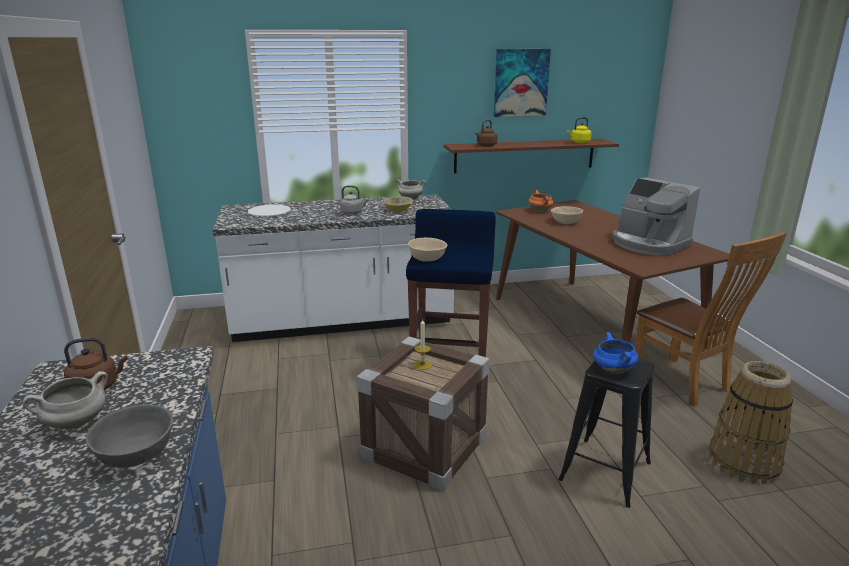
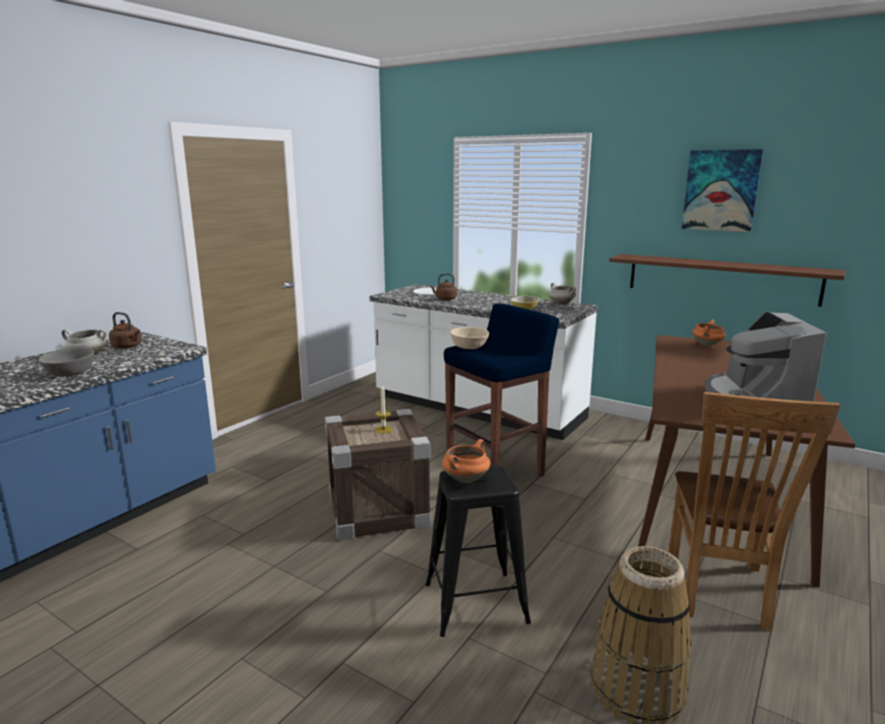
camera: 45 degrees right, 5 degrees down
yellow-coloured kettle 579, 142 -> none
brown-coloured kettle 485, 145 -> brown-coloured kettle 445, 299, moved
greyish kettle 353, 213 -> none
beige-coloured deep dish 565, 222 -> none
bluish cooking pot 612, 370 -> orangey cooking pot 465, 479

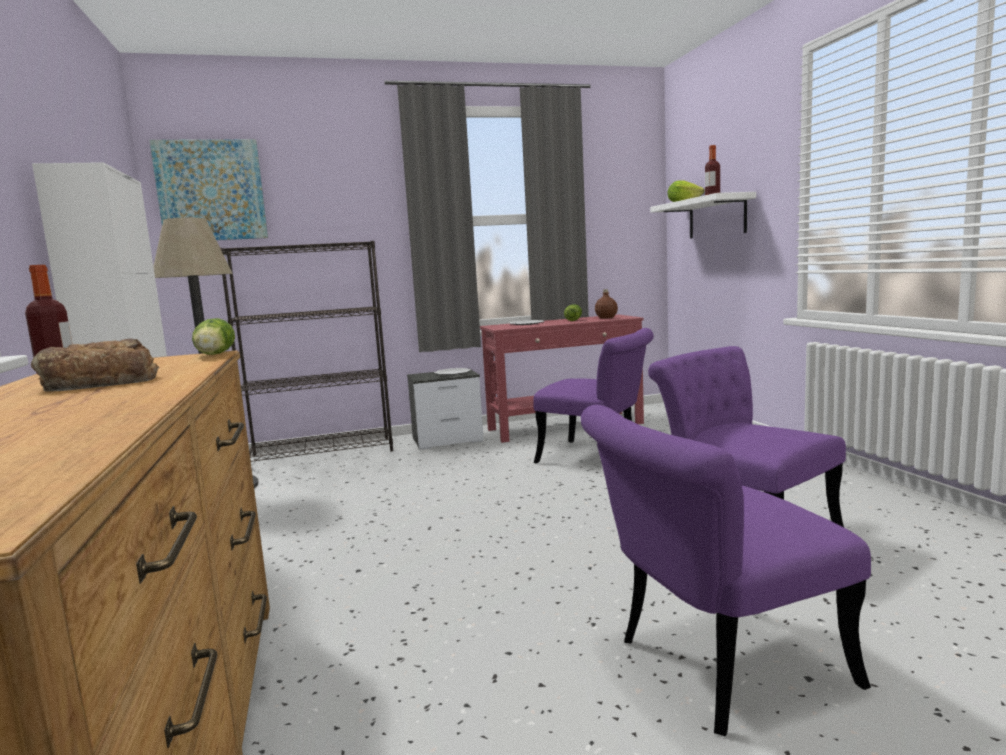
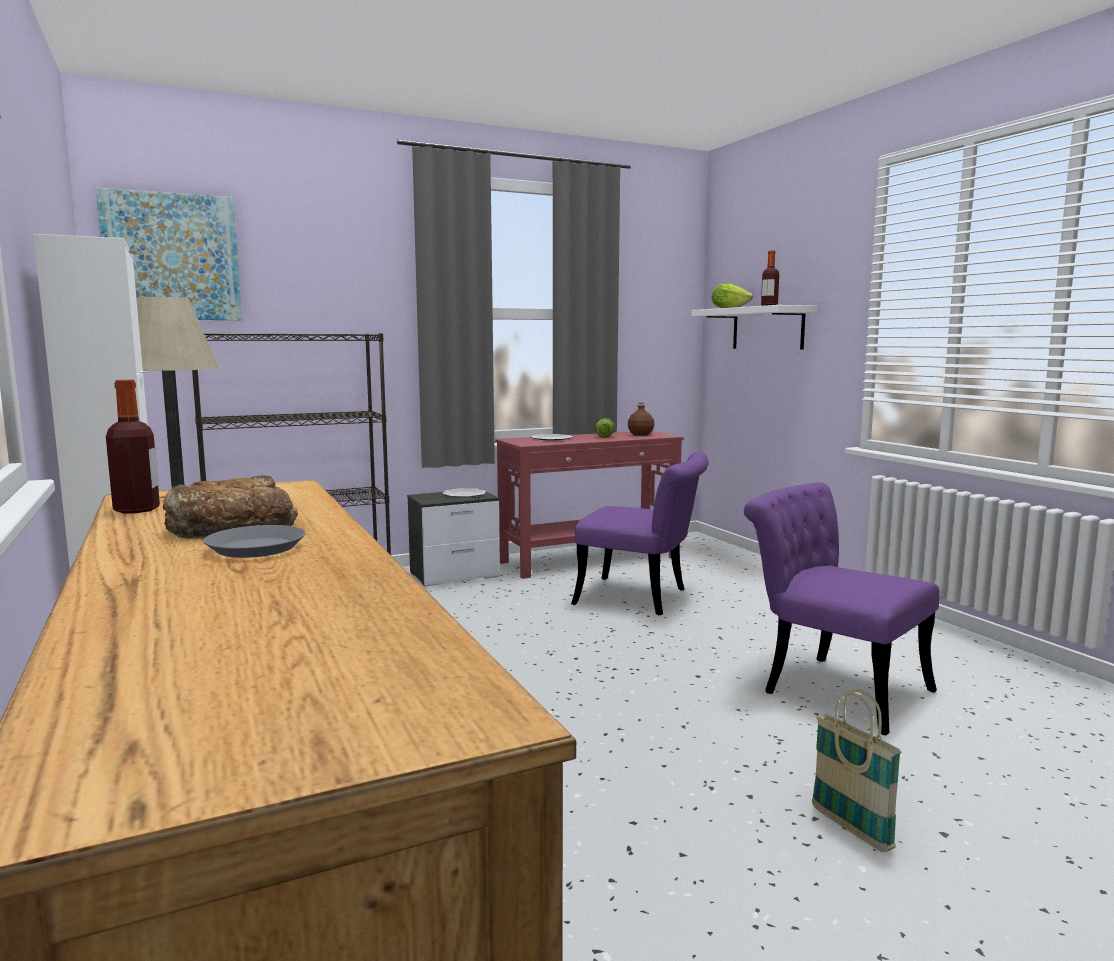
camera: 10 degrees left, 0 degrees up
lettuce head 214, 355 -> none
purple upright chair 714, 668 -> storage basket 851, 828
none -> greyish flat dish 255, 548

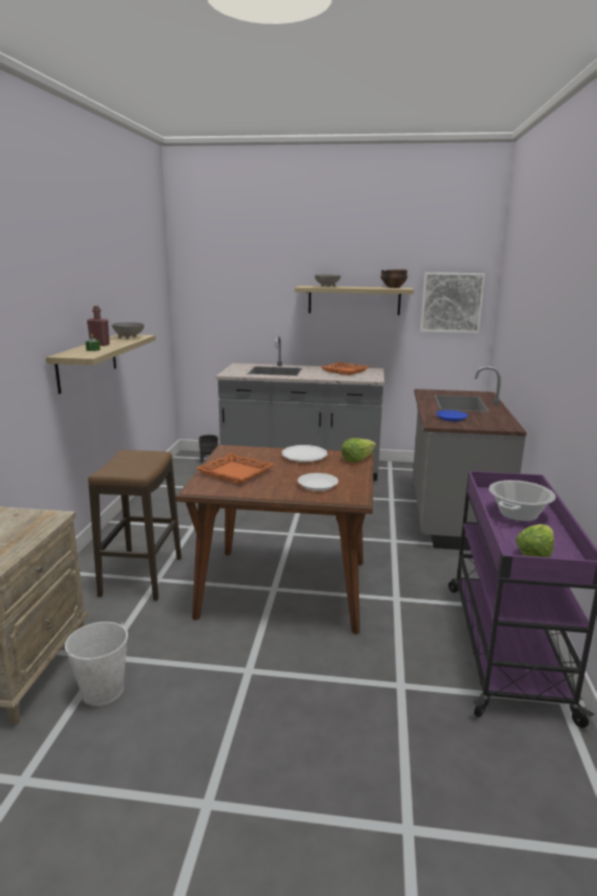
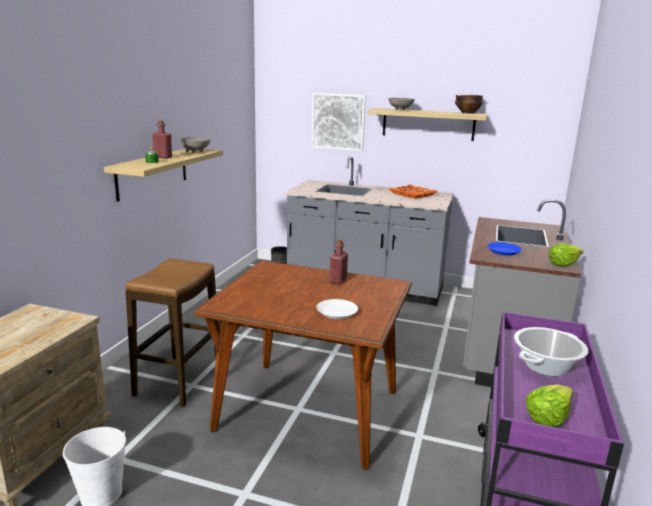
camera: 10 degrees right, 0 degrees up
wall picture 451, 302 -> wall picture 338, 121, moved
lettuce head 357, 459 -> lettuce head 563, 264, moved
white-coloured flat dish 304, 457 -> red-coloured beverage bottle 338, 280
orangey serving tray 235, 473 -> none

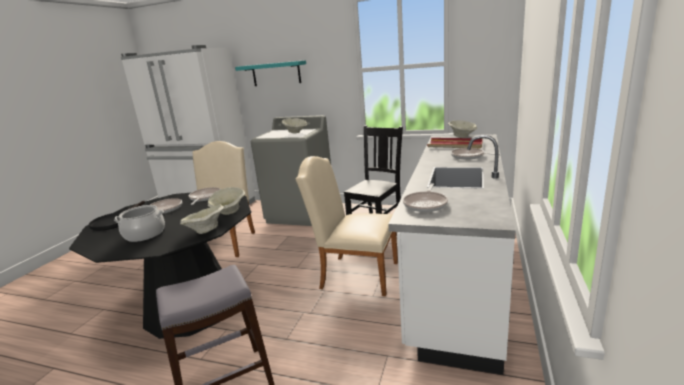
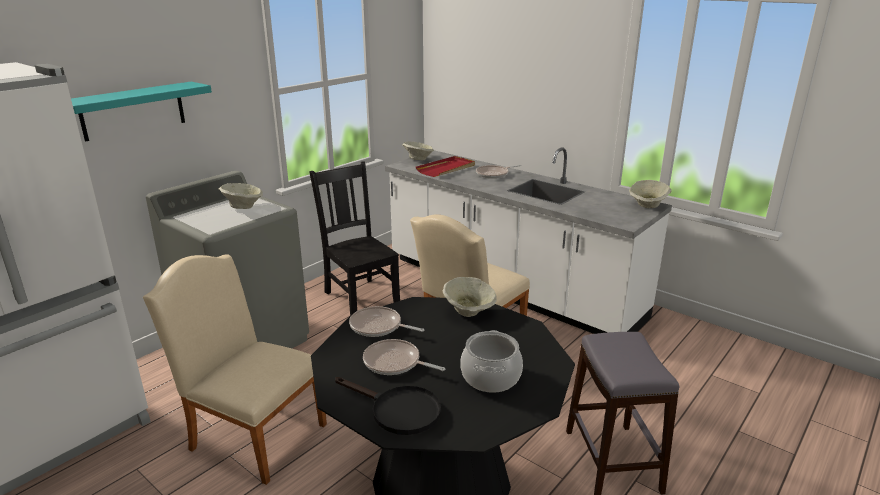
camera: 70 degrees left, 5 degrees up
pan 426, 204 -> none
beige-coloured deep dish 205, 230 -> beige-coloured deep dish 647, 206, moved

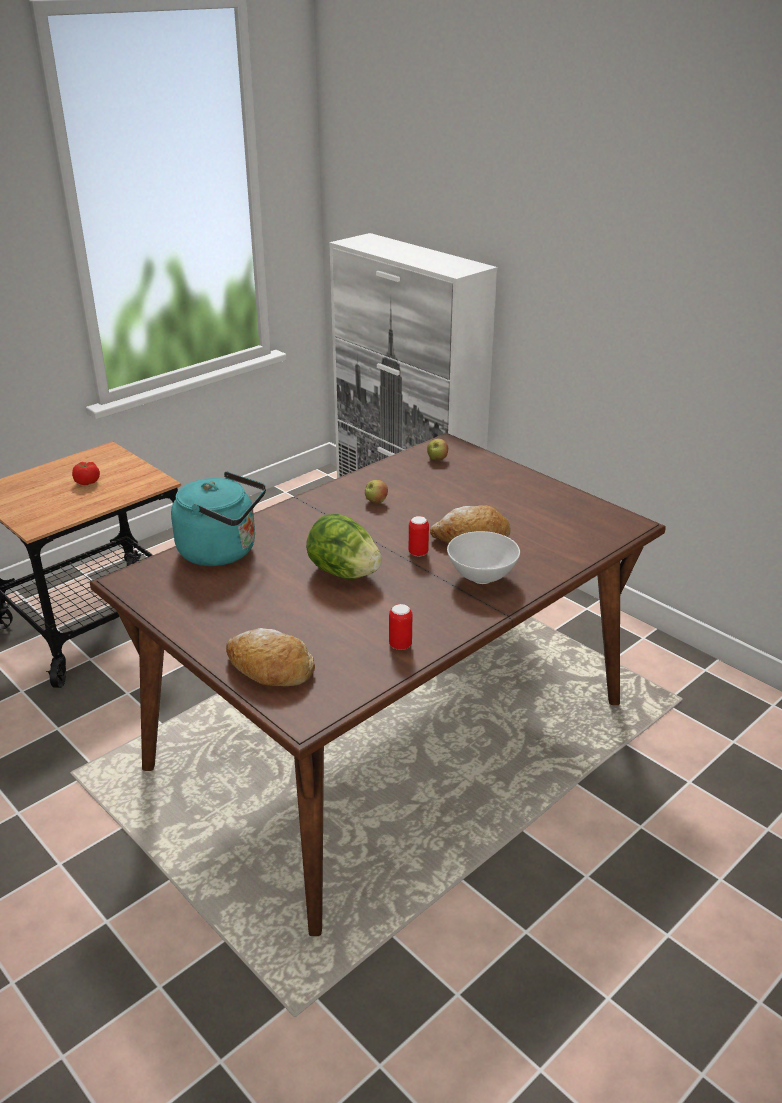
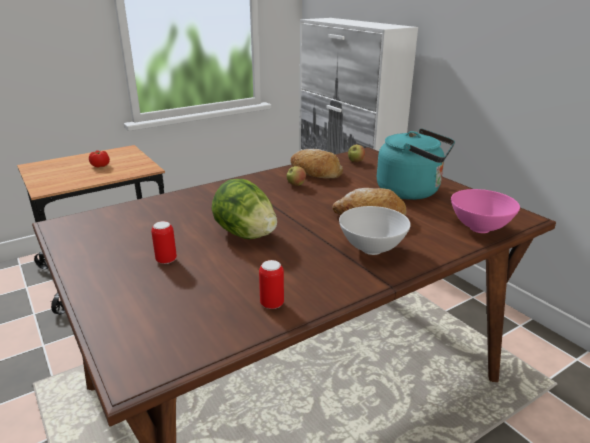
camera: 10 degrees right, 5 degrees down
turquoise kettle 223, 551 -> turquoise kettle 412, 191, moved
metal can 418, 553 -> metal can 166, 260, moved
bread 269, 669 -> bread 315, 173, moved
none -> pink deep dish 478, 228

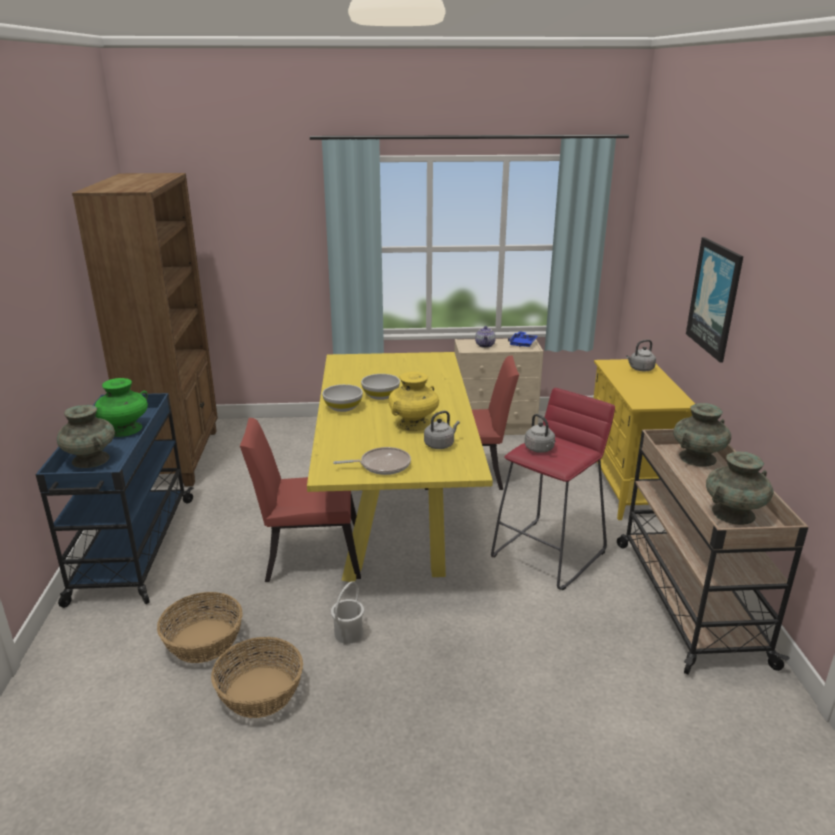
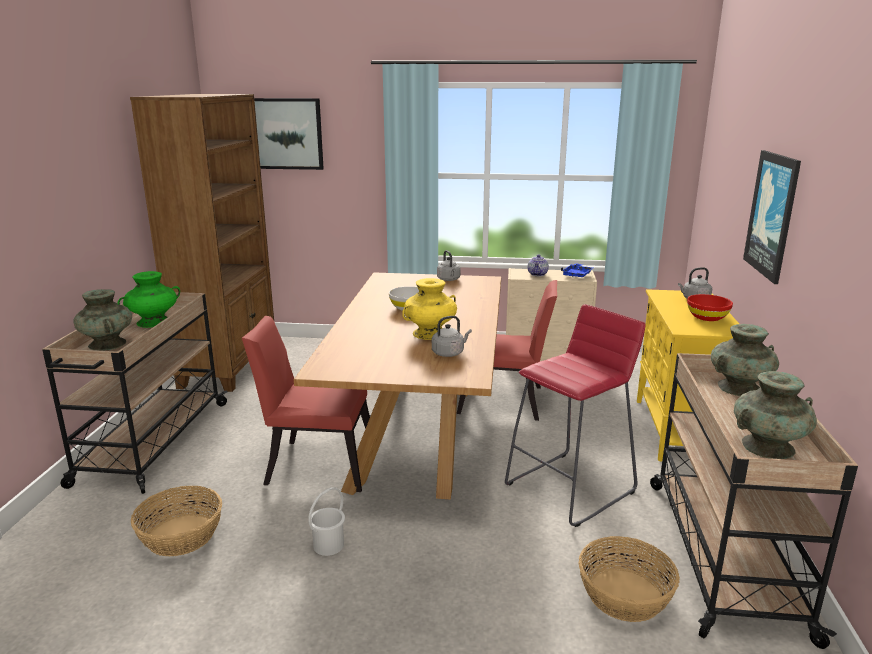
camera: 10 degrees right, 5 degrees down
yellow-coloured kitchen table 394, 512 -> brown-coloured kitchen table 418, 432
white-coloured deep dish 343, 407 -> none
bluish cart 133, 550 -> beige-coloured cart 152, 443
greyish kettle 540, 449 -> greyish kettle 449, 279, moved
pan 382, 465 -> none
storage basket 261, 691 -> storage basket 625, 595, moved
none -> wall picture 288, 134
none -> red-coloured deep dish 707, 317

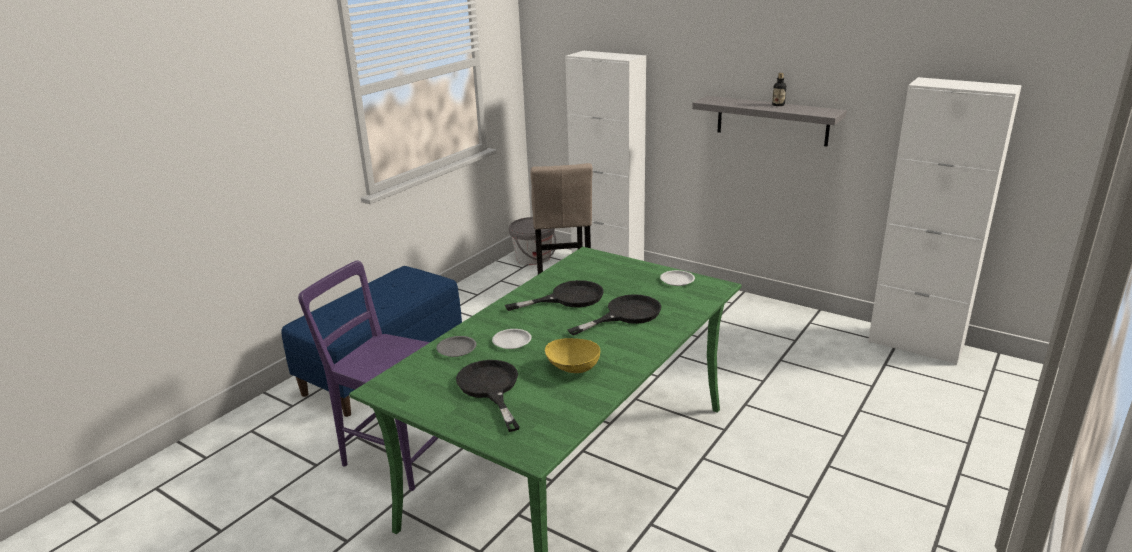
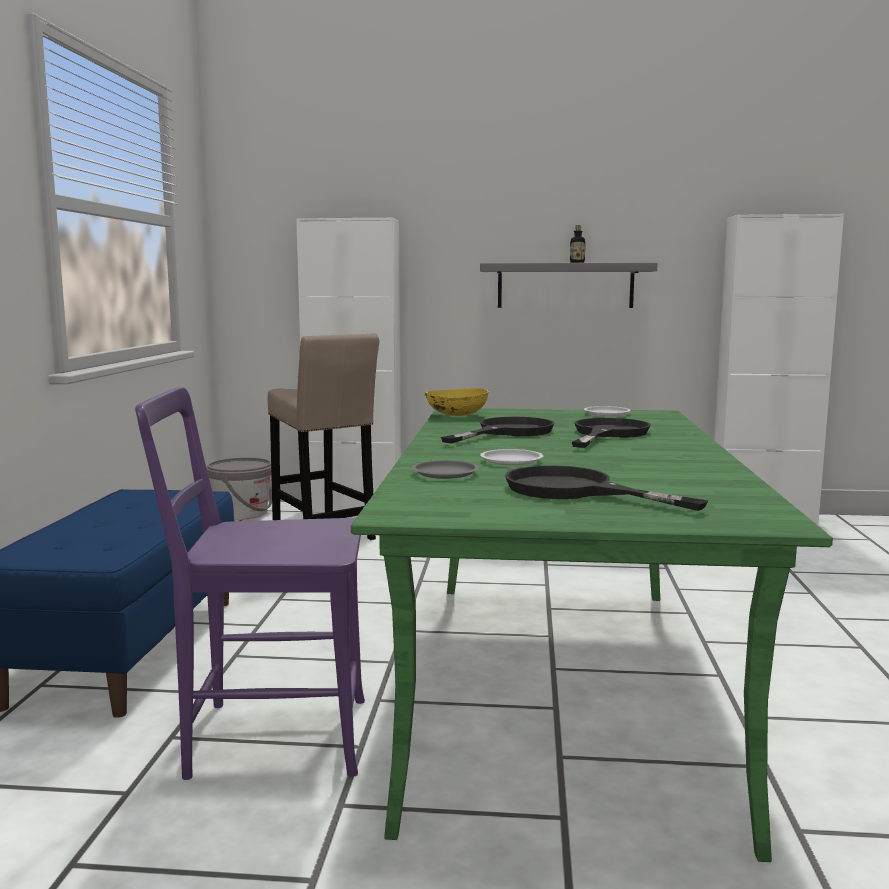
camera: 30 degrees left, 15 degrees down
yellow-coloured deep dish 572, 368 -> yellow-coloured deep dish 456, 415, moved

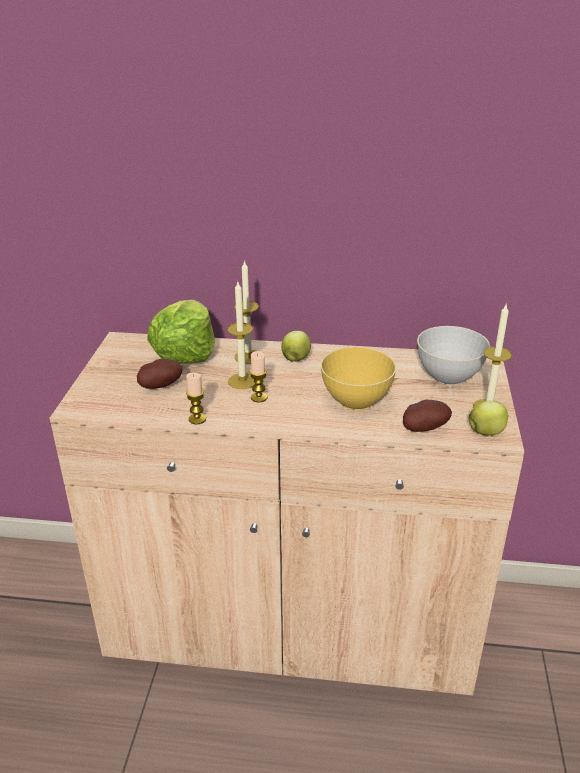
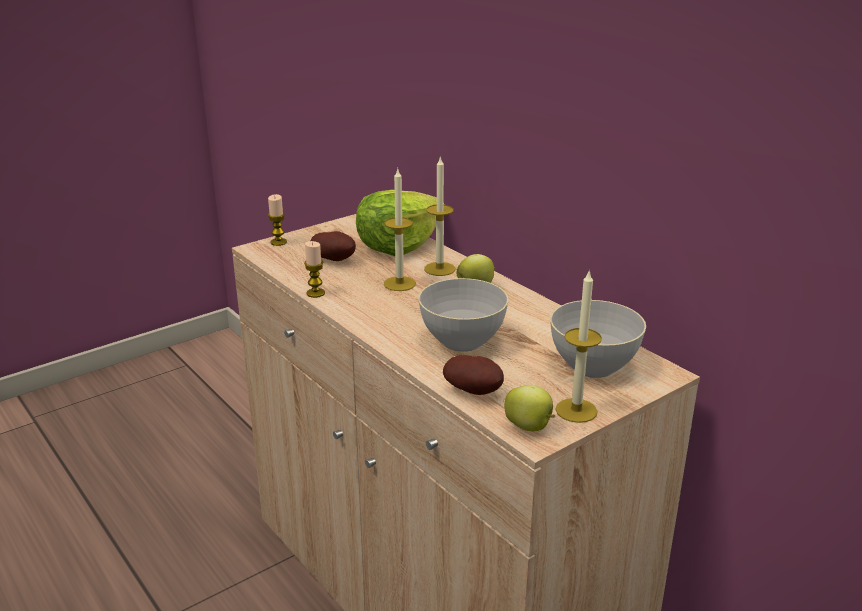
camera: 45 degrees right, 5 degrees down
yellow-coloured deep dish 356, 400 -> greyish deep dish 462, 341
candle 259, 397 -> candle 278, 242, moved

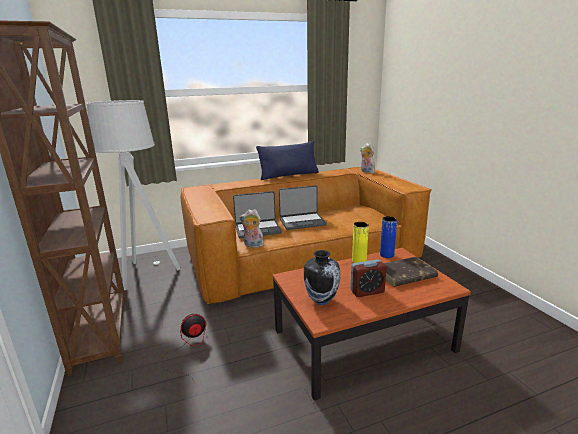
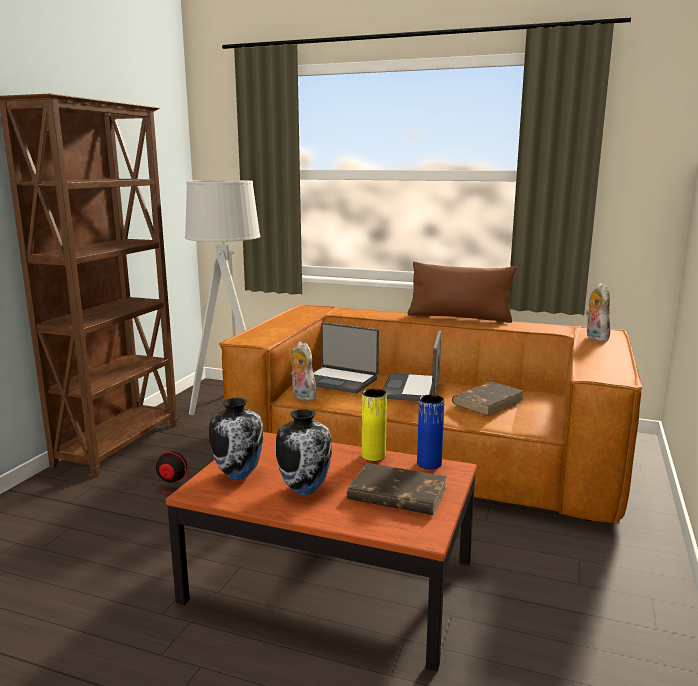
camera: 40 degrees right, 5 degrees down
bluish pillow 289, 175 -> brown-coloured pillow 459, 317
portable computer 302, 222 -> portable computer 412, 389, 75 degrees clockwise
alarm clock 367, 291 -> vase 305, 489
none -> brown-coloured book 488, 401

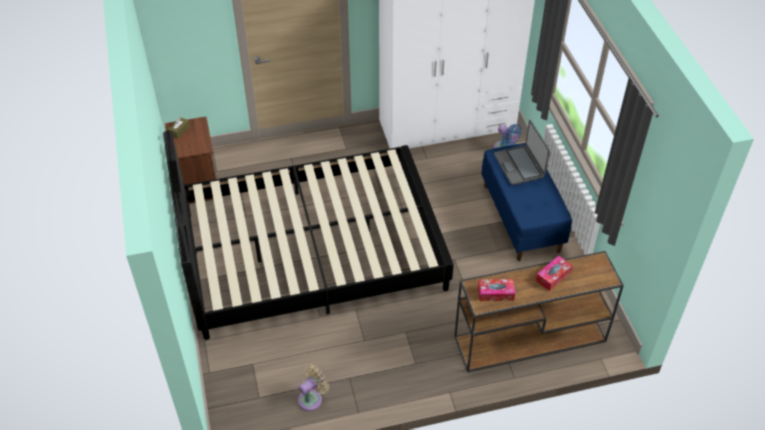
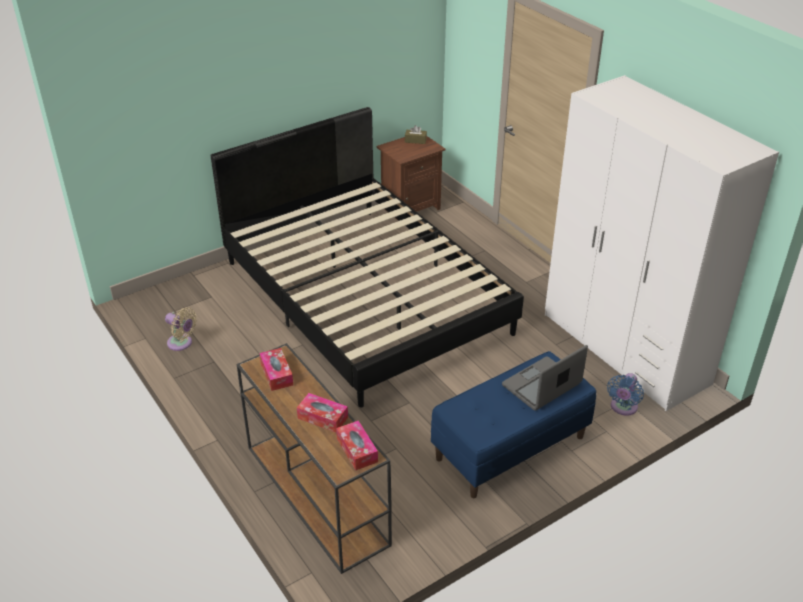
camera: 70 degrees right, 10 degrees down
none -> box of tissues 357, 450

